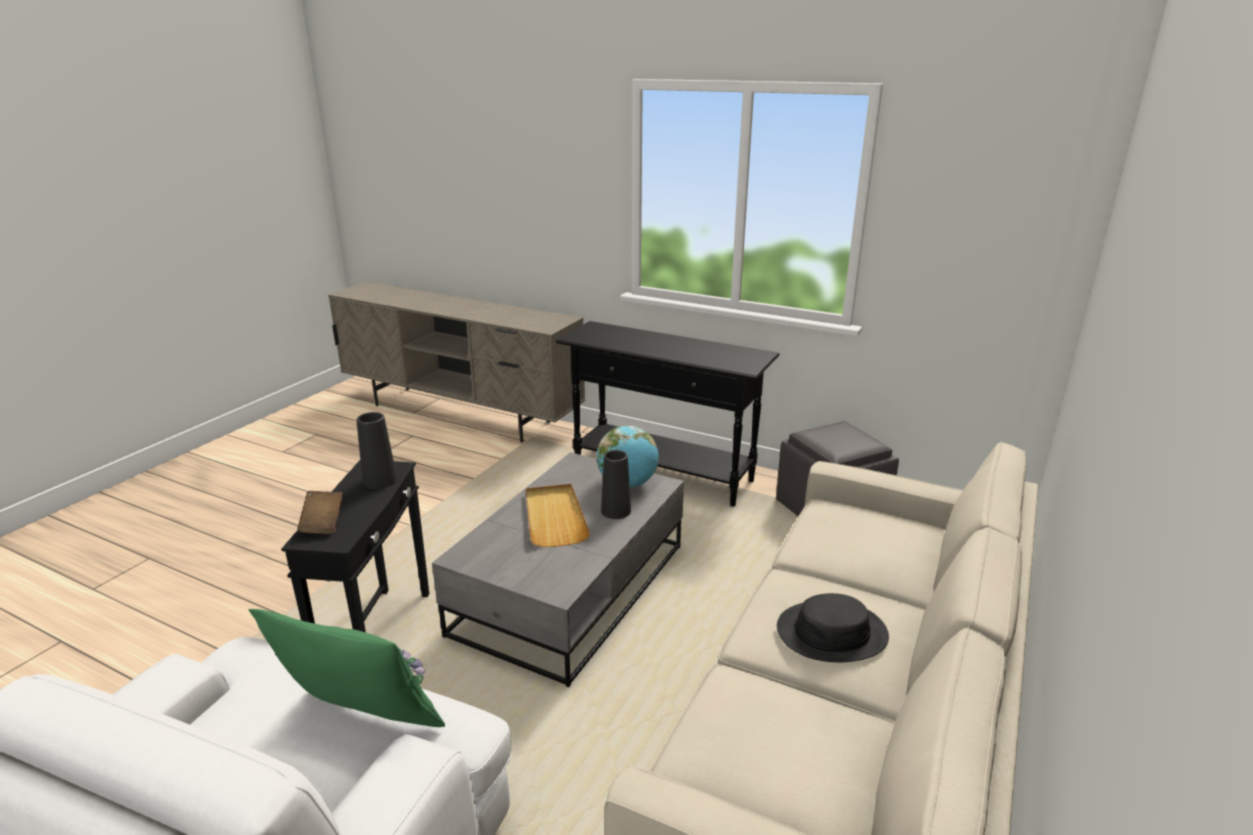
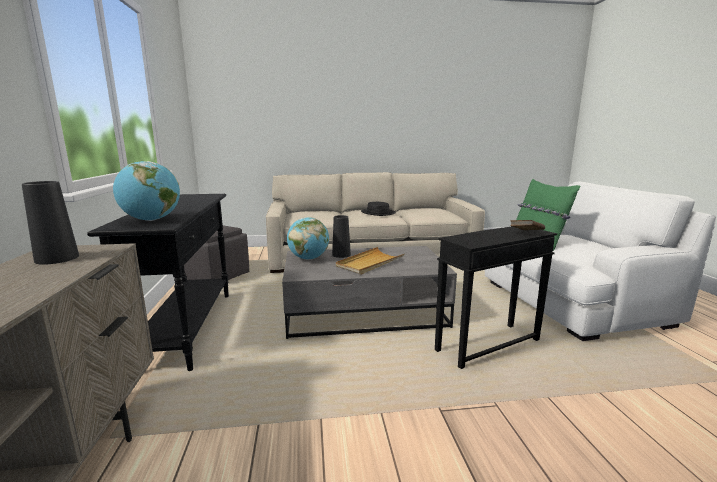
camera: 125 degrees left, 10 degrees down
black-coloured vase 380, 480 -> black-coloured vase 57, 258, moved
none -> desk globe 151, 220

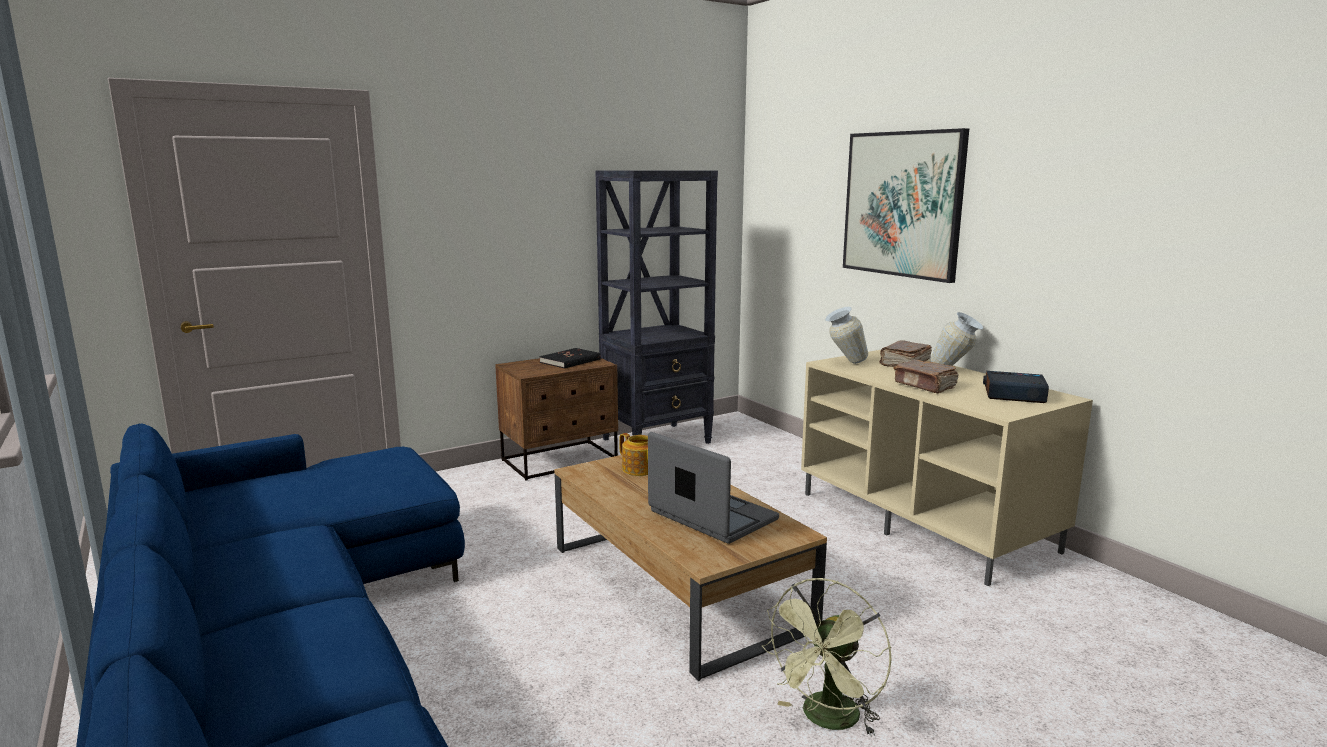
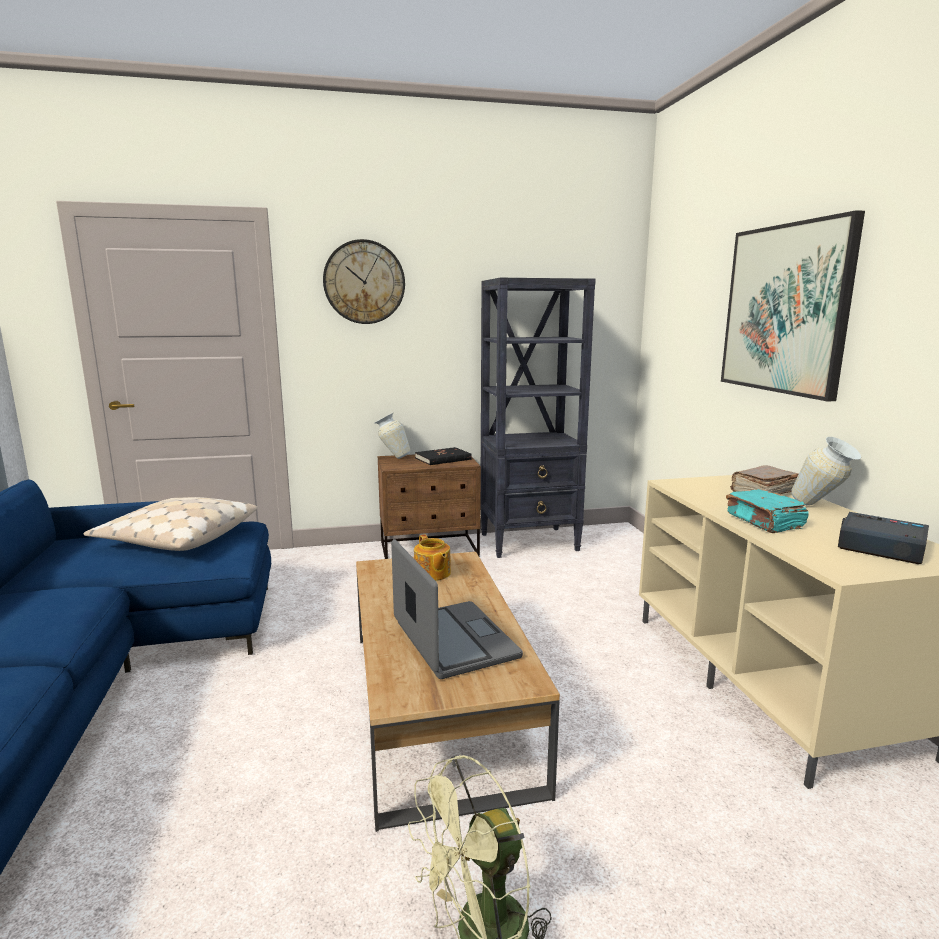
camera: 20 degrees right, 0 degrees up
vase 844, 363 -> vase 392, 458, moved
brown-coloured book 925, 386 -> turquoise book 764, 522
none -> hanging clock 364, 282
none -> beige-coloured pillow 177, 538

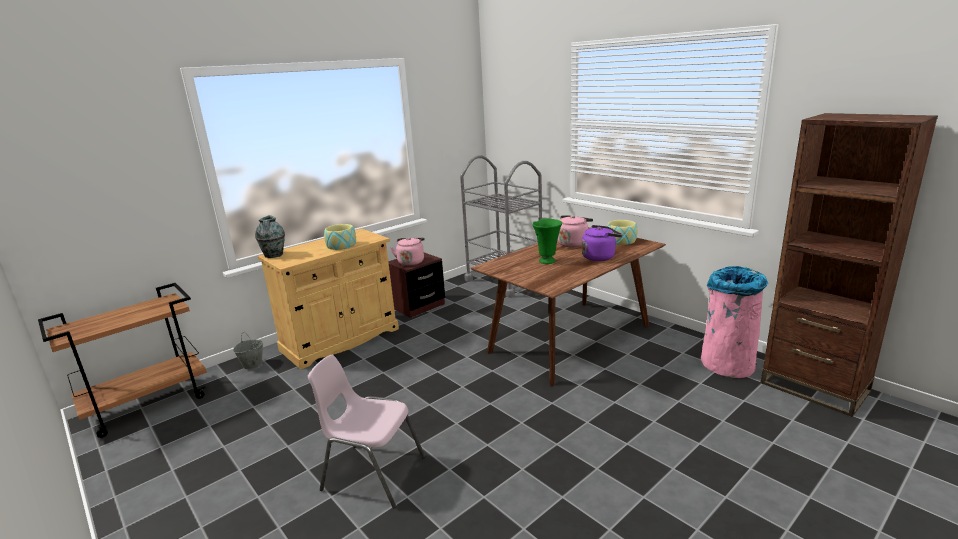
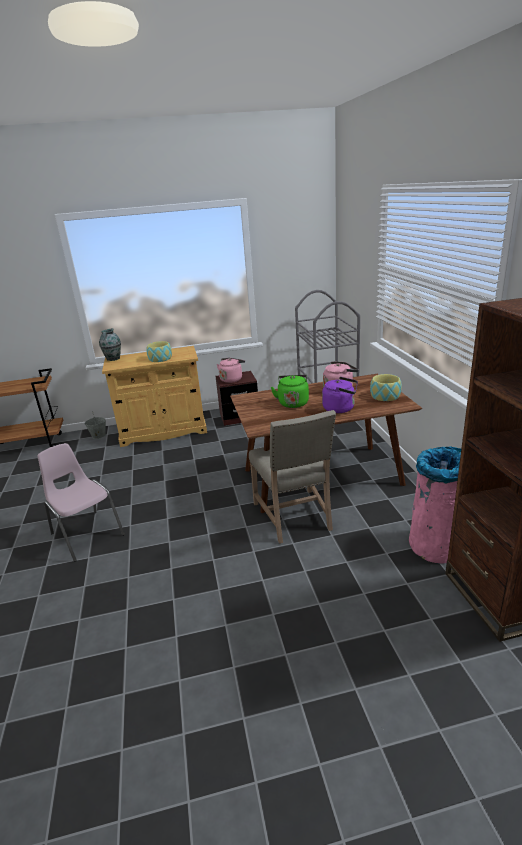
camera: 30 degrees right, 5 degrees up
green-coloured vase 547, 261 -> green-coloured kettle 293, 402
none -> beige-coloured upright chair 294, 517

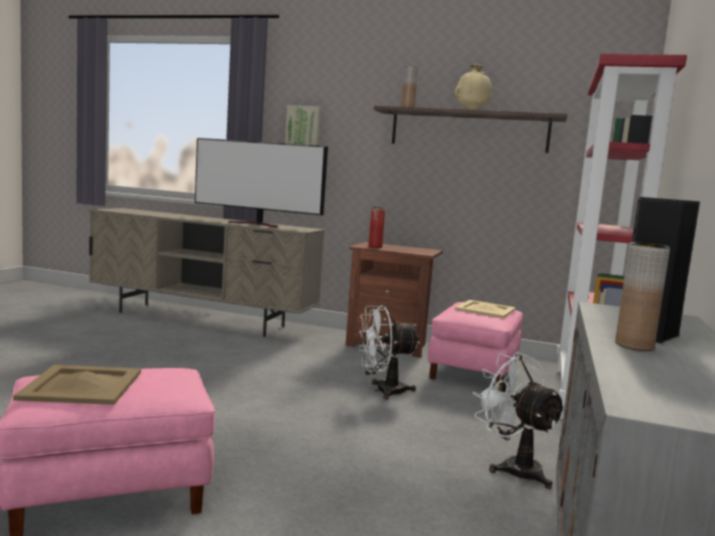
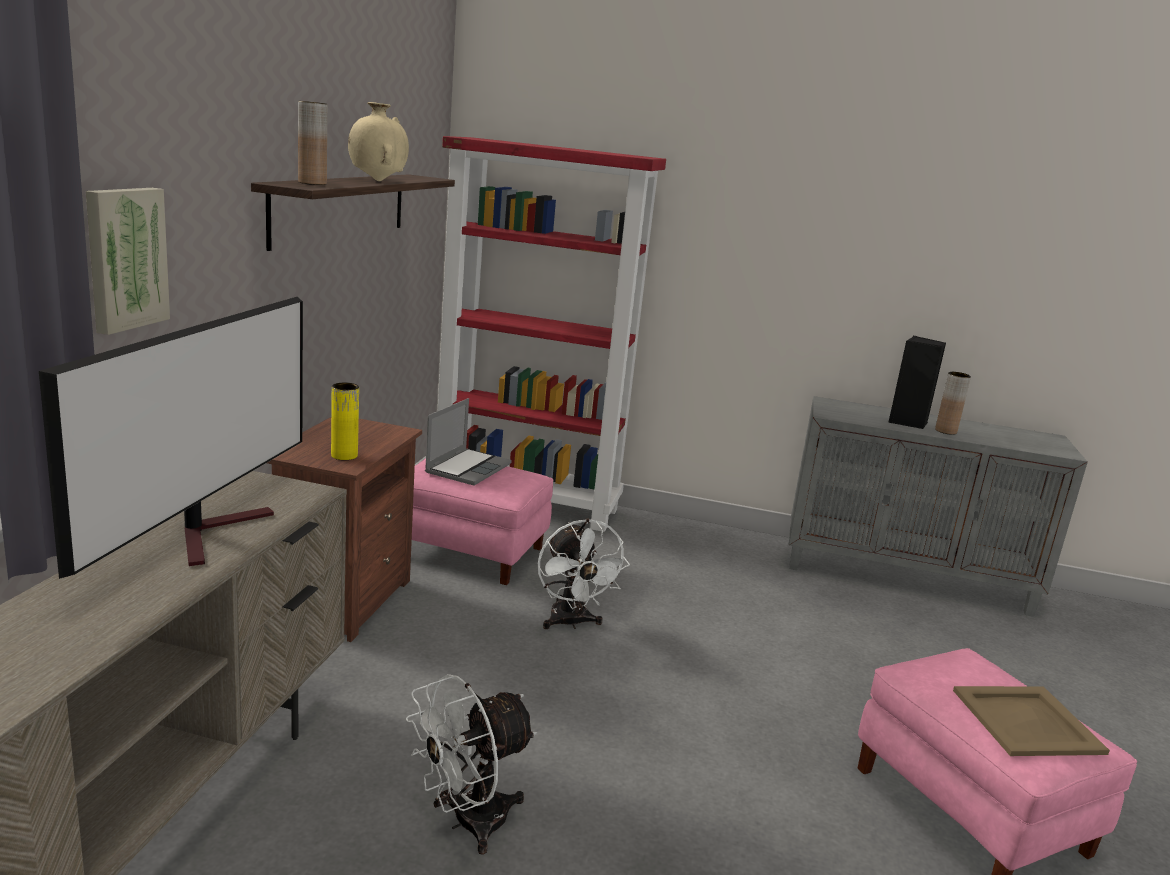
camera: 95 degrees left, 10 degrees up
red-coloured vase 375, 247 -> yellow-coloured vase 344, 456
beige-coloured serving tray 486, 309 -> portable computer 468, 468
white-coloured fan 514, 467 -> white-coloured fan 467, 823, moved

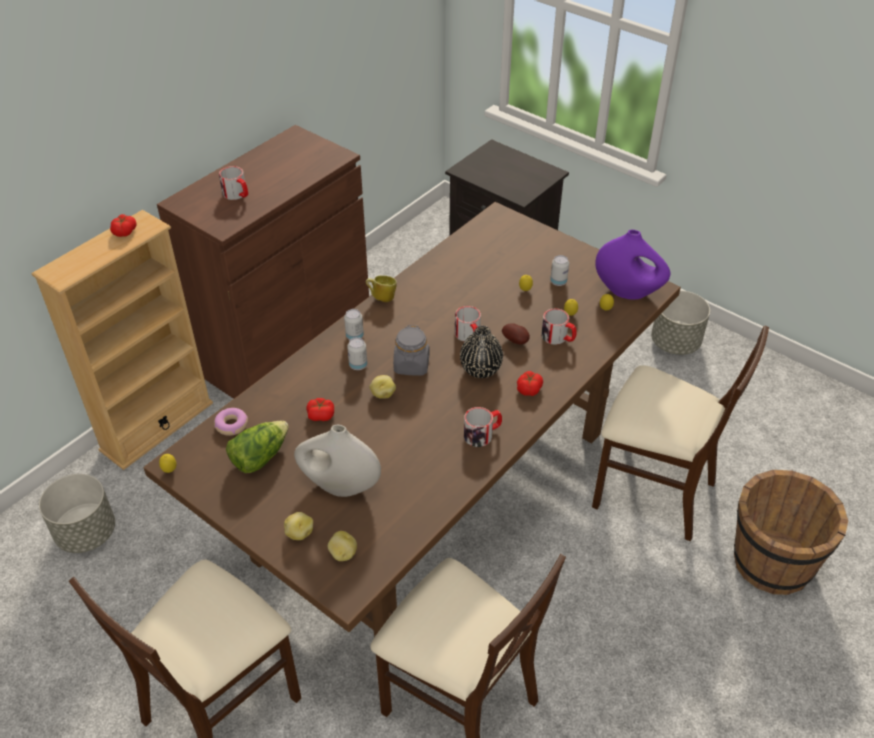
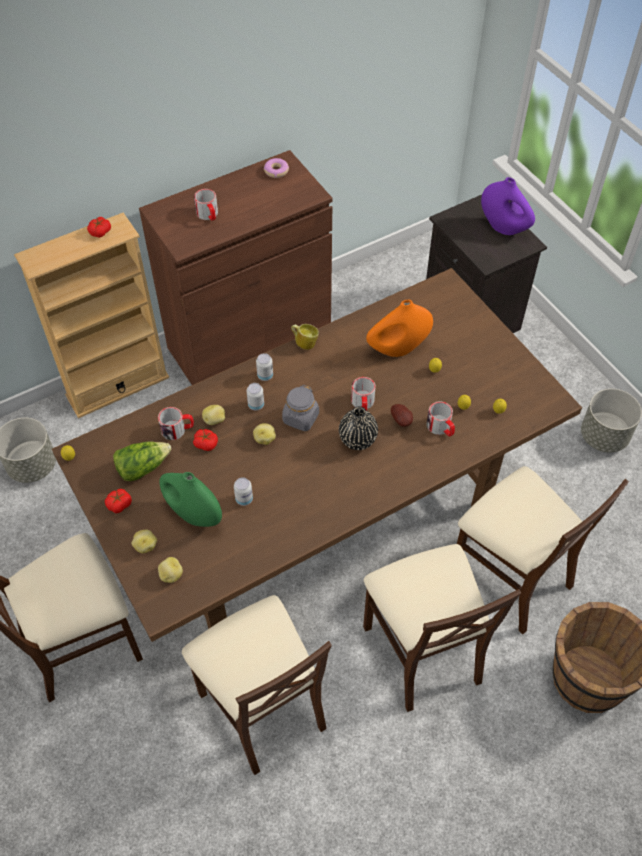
camera: 20 degrees right, 10 degrees up
purple vase 628, 292 -> purple vase 504, 227, moved
metal can 558, 282 -> metal can 244, 499, moved
whole tomato 529, 389 -> whole tomato 119, 504, moved
mug 482, 434 -> mug 178, 429, moved
ring doughnut 231, 425 -> ring doughnut 276, 171, moved
white-coloured vase 339, 486 -> green-coloured vase 193, 514
none -> orangey vase 397, 349
none -> whole potato 215, 420
none -> beige-coloured upright chair 423, 651

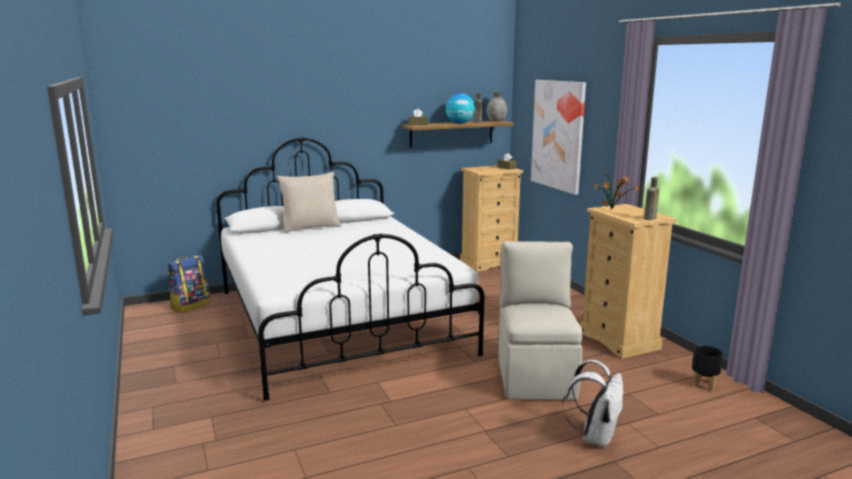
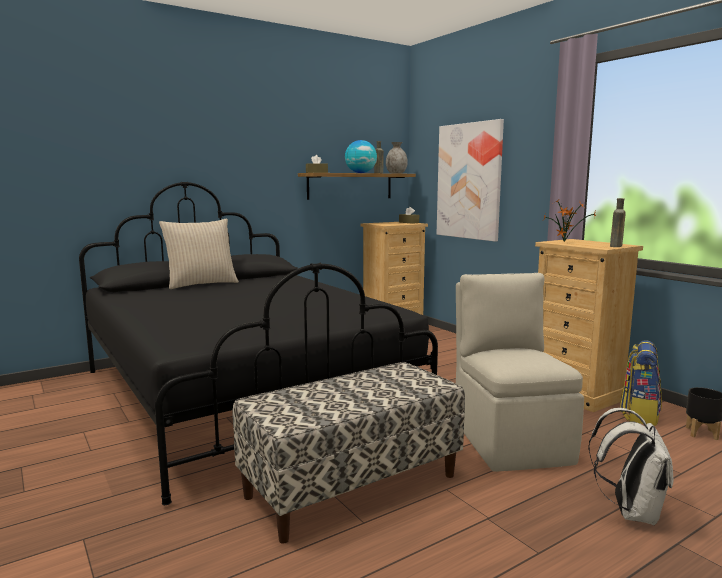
camera: 10 degrees left, 5 degrees down
white-coloured bedroom bed 339, 321 -> black-coloured bedroom bed 243, 394
backpack 190, 305 -> backpack 639, 414, moved
none -> indoor bench 352, 485

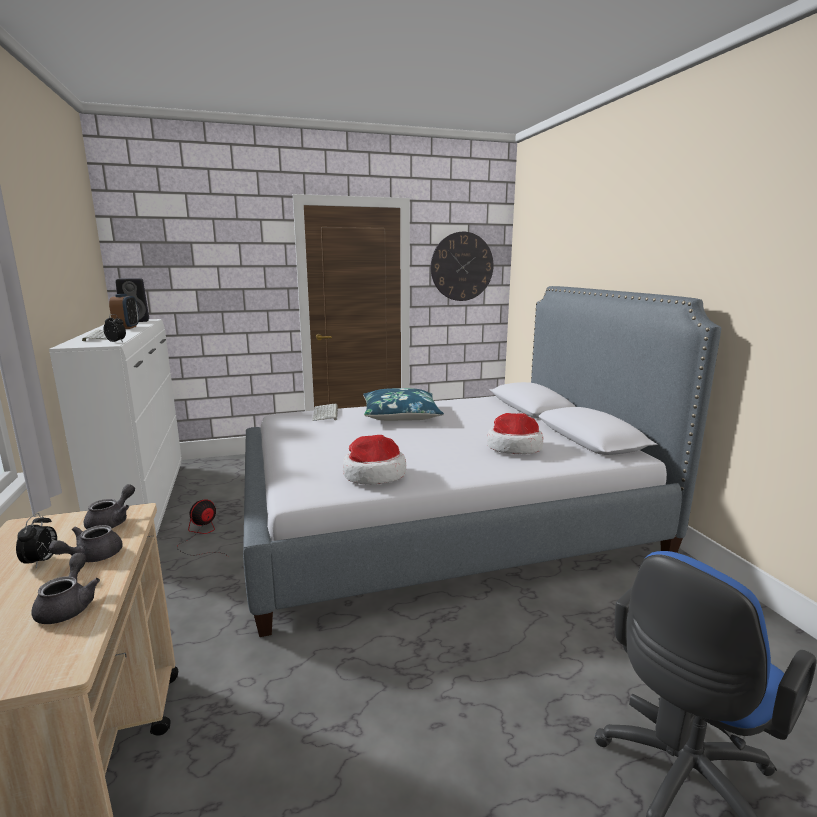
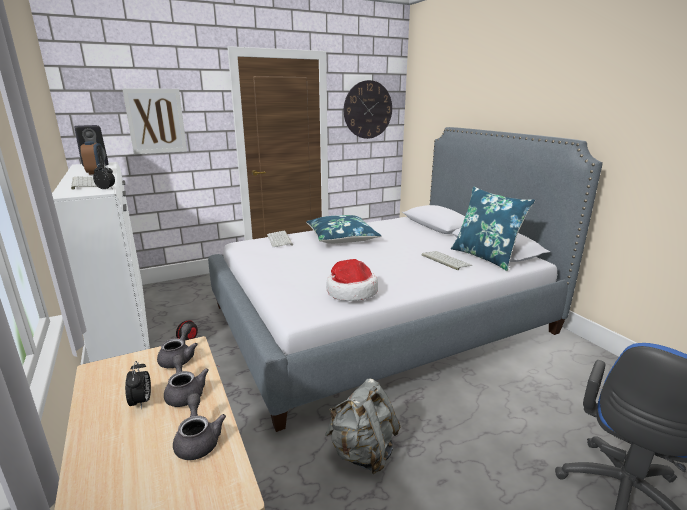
camera: 10 degrees left, 5 degrees up
hat 514, 447 -> keyboard 445, 260
greyish pot for tea 91, 557 -> greyish pot for tea 185, 392, 135 degrees clockwise
none -> wall picture 156, 121
none -> bluish pillow 485, 257
none -> greyish backpack 363, 452

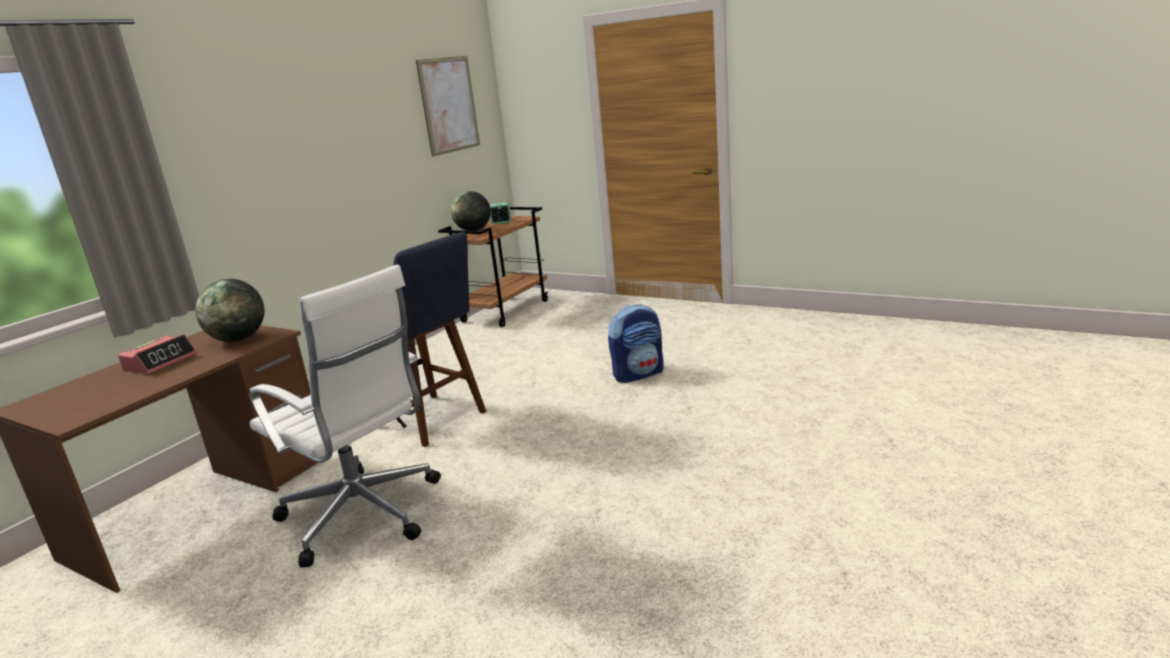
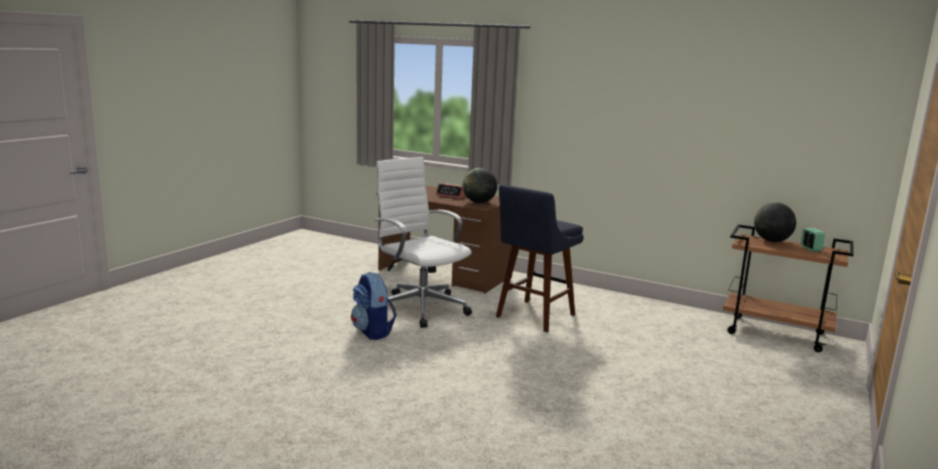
camera: 85 degrees right, 5 degrees down
wall picture 449, 105 -> none
white-coloured computer chair 364, 515 -> white-coloured computer chair 420, 307, 105 degrees clockwise
backpack 638, 374 -> backpack 373, 332, moved

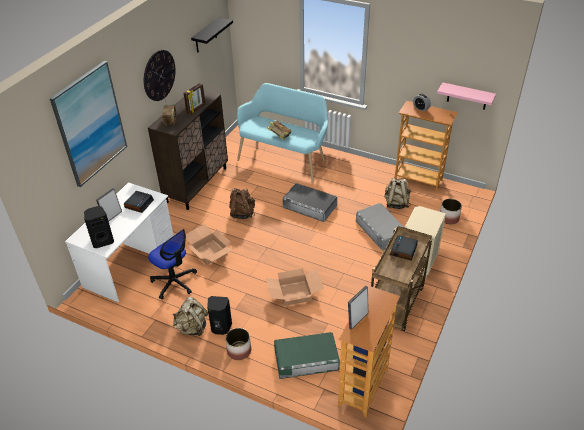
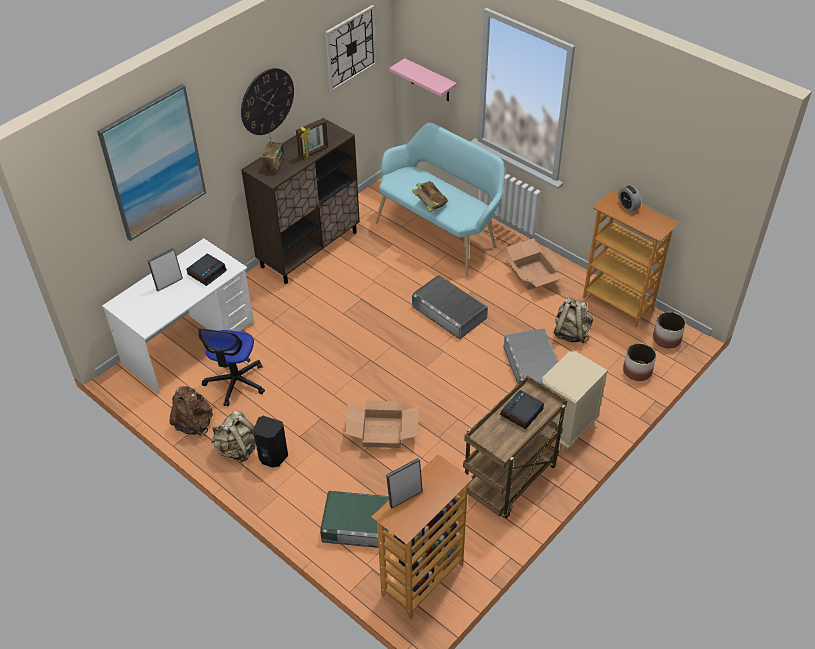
camera: 15 degrees right, 5 degrees up
black-coloured wall shelf 205, 36 -> hanging clock 350, 48
pink wall shelf 467, 96 -> pink wall shelf 430, 81, moved
brown-coloured backpack 242, 213 -> brown-coloured backpack 194, 423, moved
black-coloured audio speaker 102, 241 -> none
packing box 209, 252 -> packing box 532, 274, moved
computer chair 174, 282 -> computer chair 235, 382, 45 degrees clockwise
plant pot 239, 351 -> plant pot 666, 339, moved

